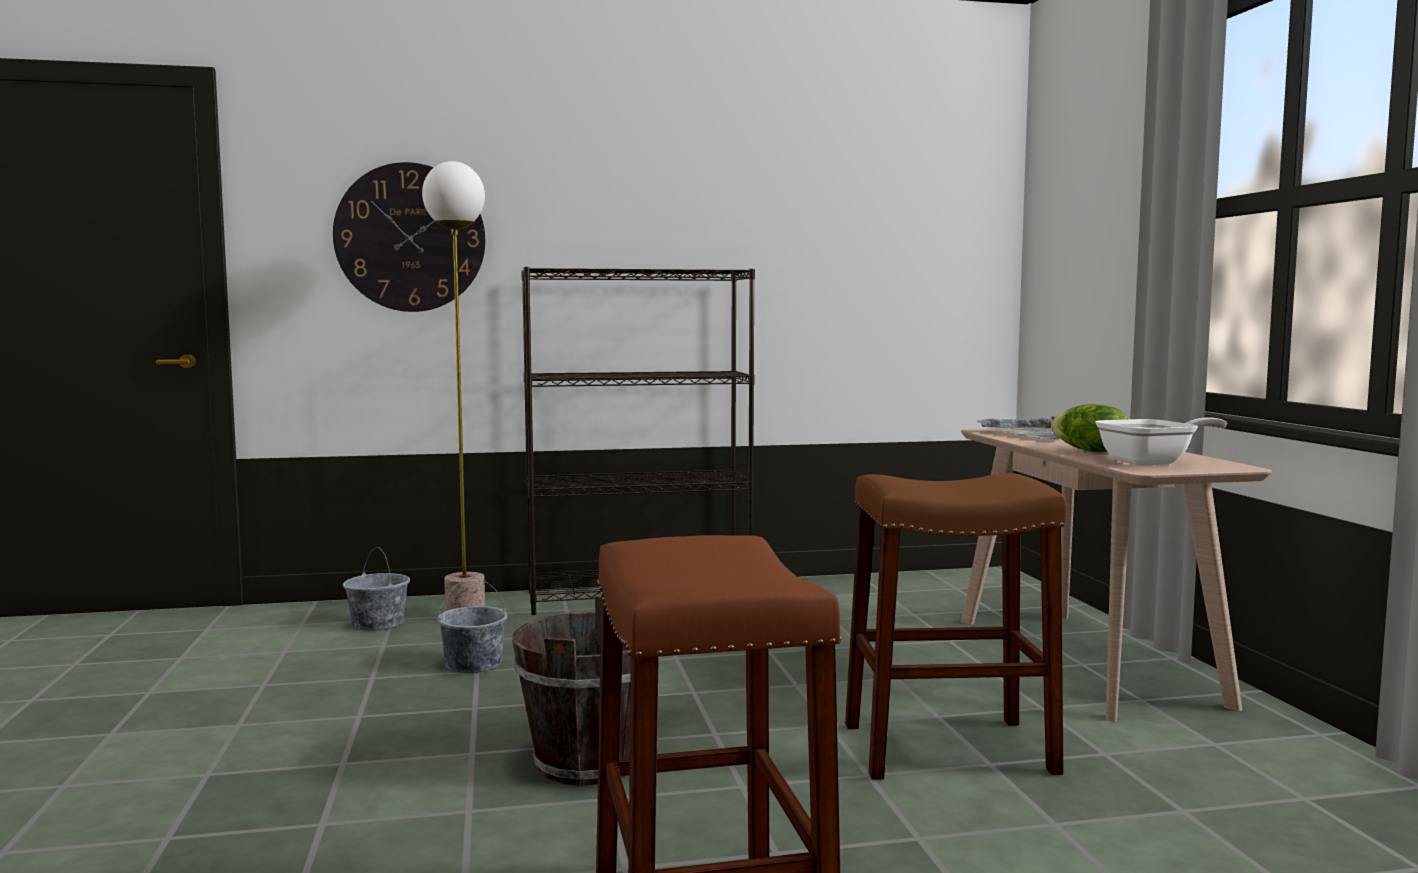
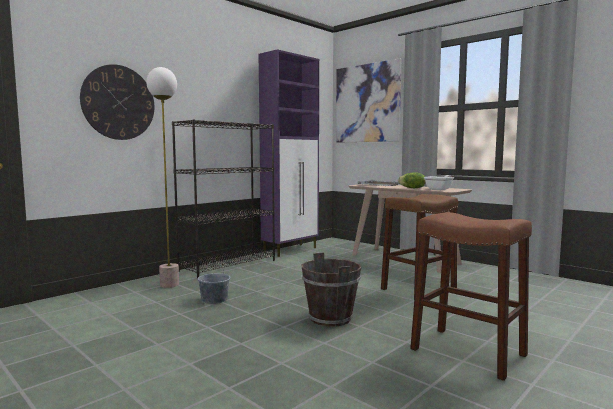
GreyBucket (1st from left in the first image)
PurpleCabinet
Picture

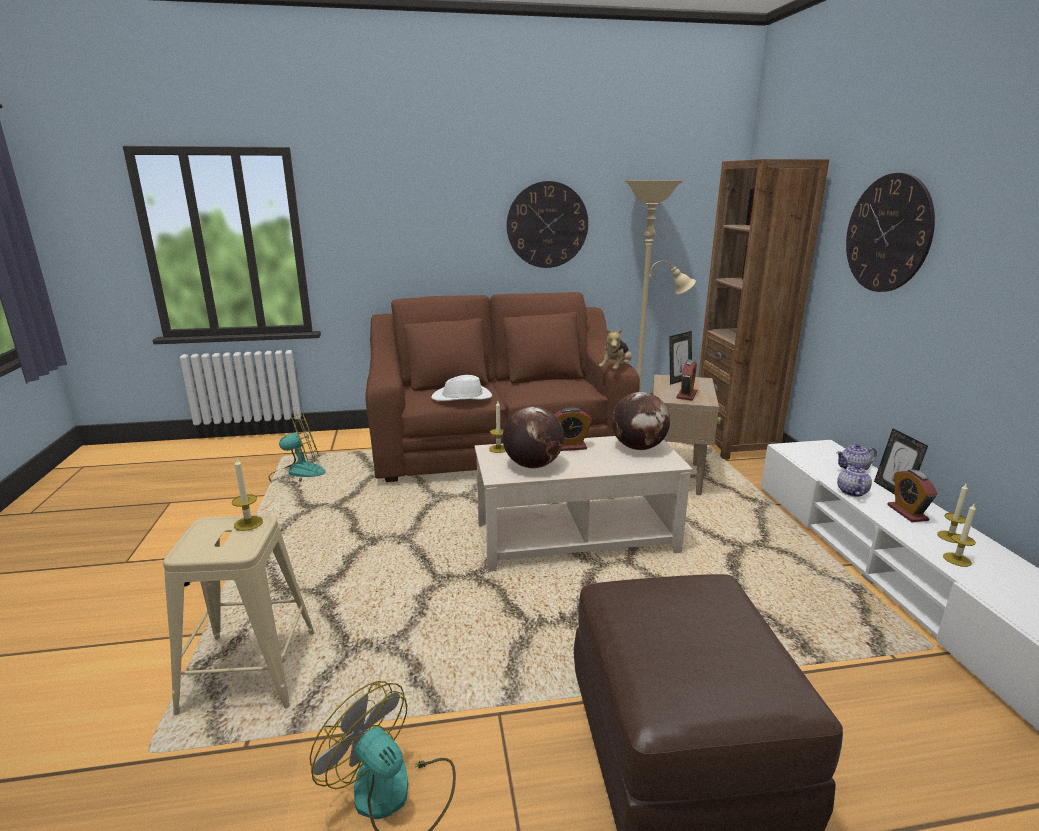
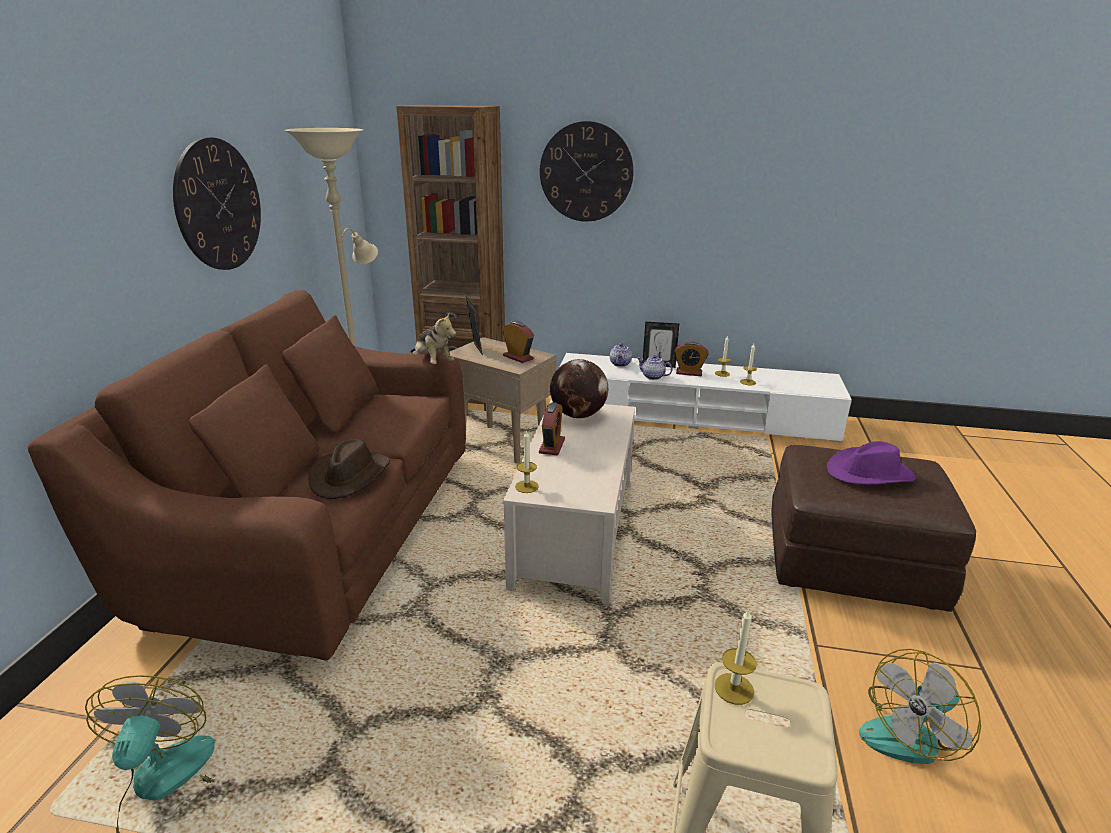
BrownHat
Globe (1st from left in the first image)
PurpleHat

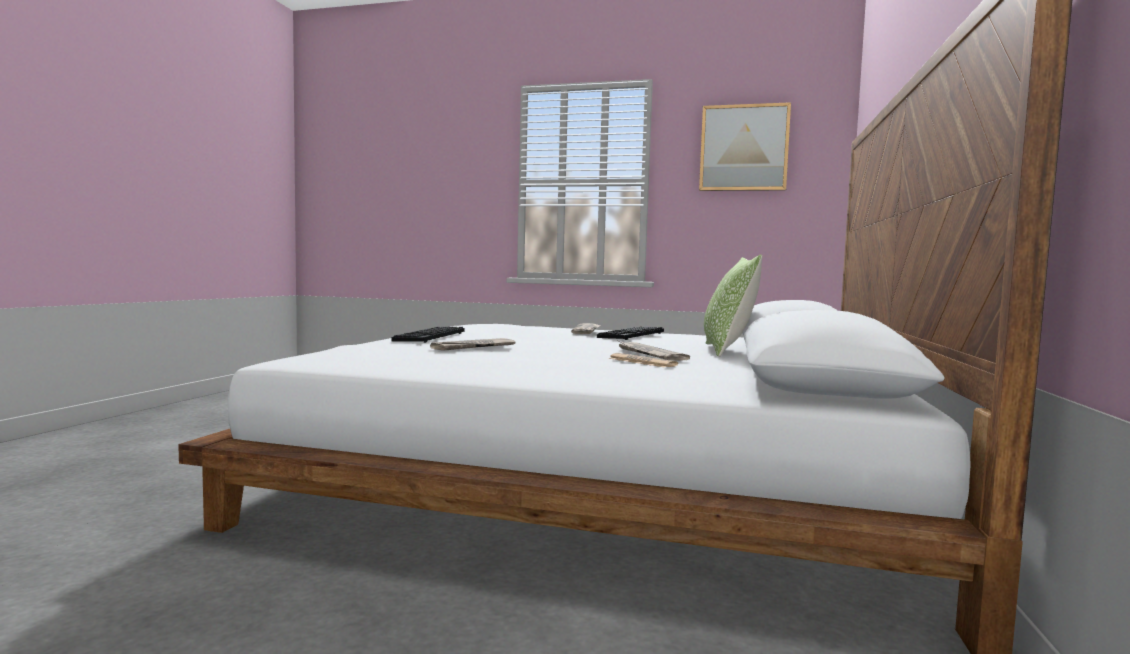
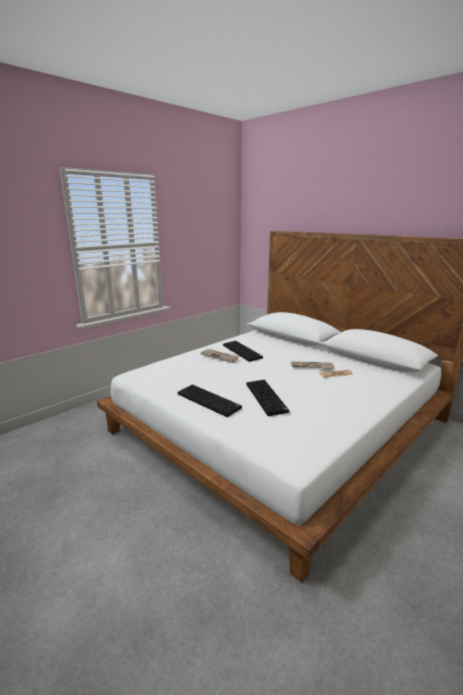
Keyboard (3rd from left)
Picture
Pillow

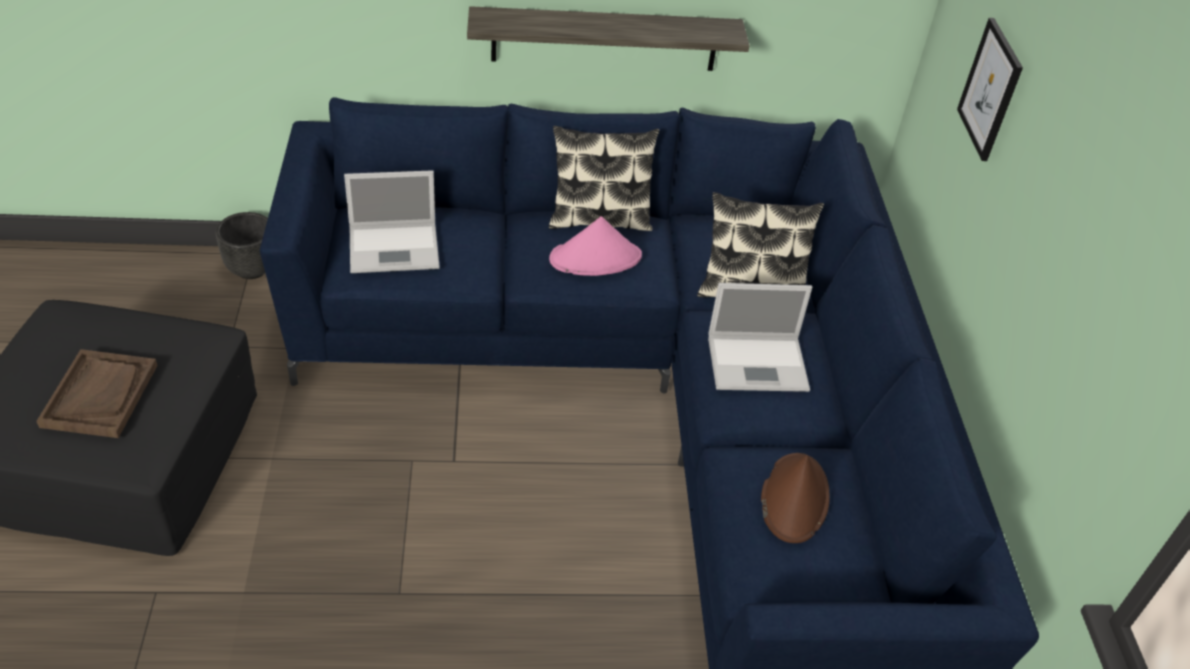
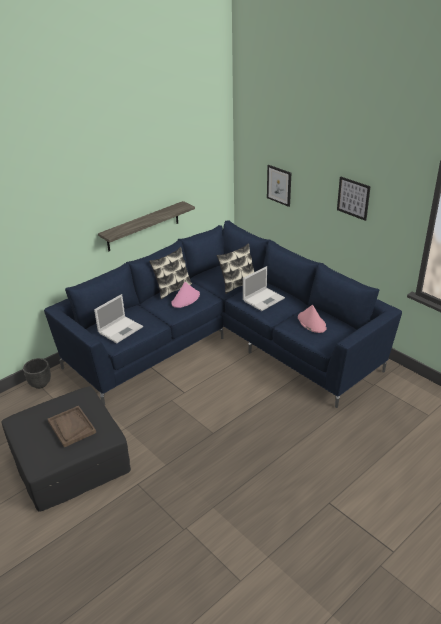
PinkHat (2nd from left)
Picture (2nd from left)

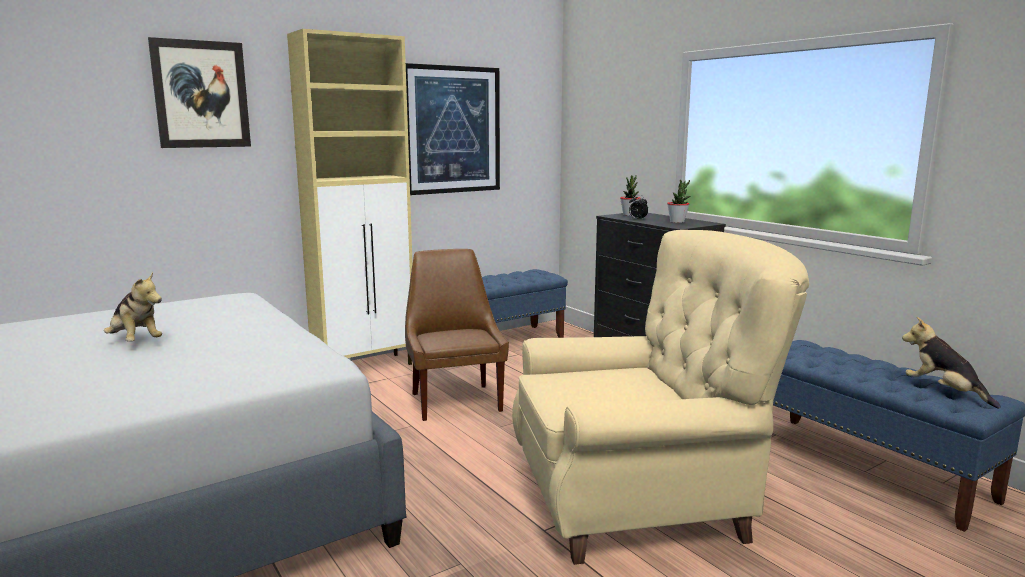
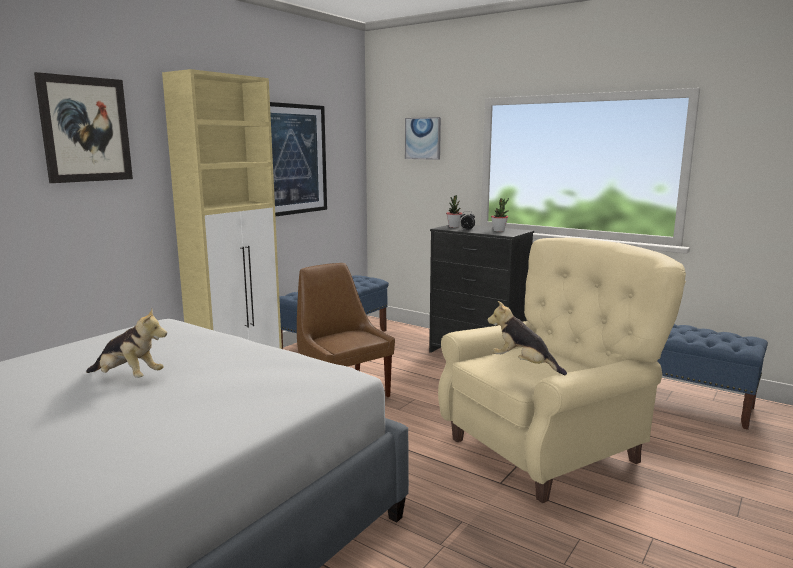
PlushToy (2nd from left)
Picture (3rd from left)

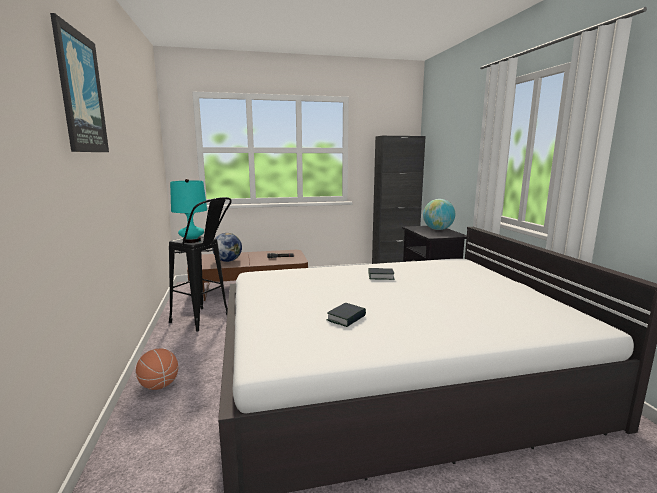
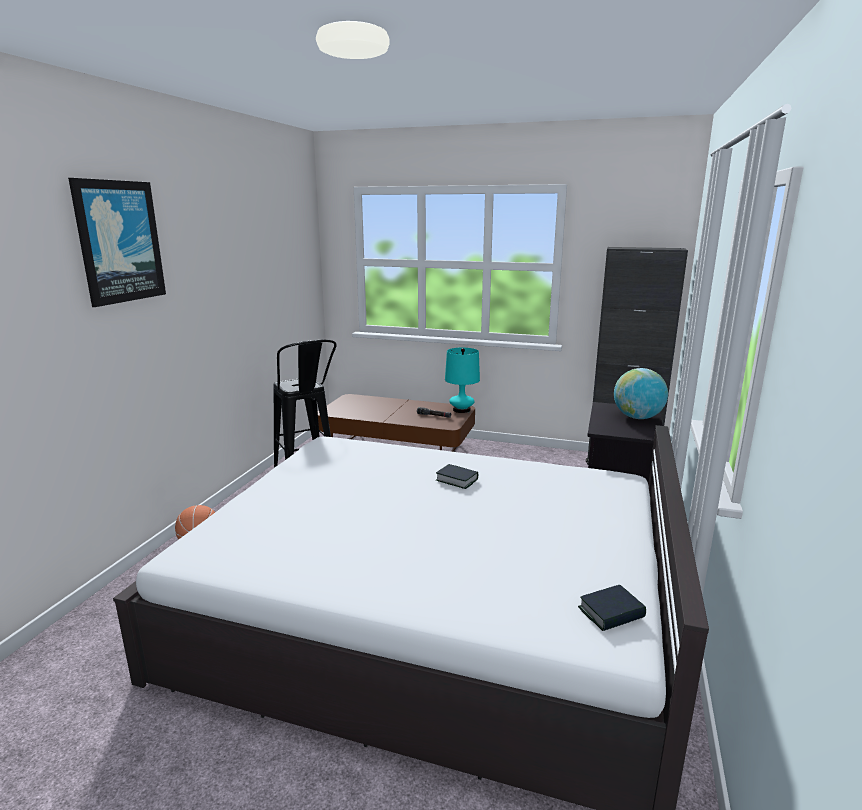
TurquoiseTableLamp
Globe (1st from left in the first image)
Book (2nd from left)

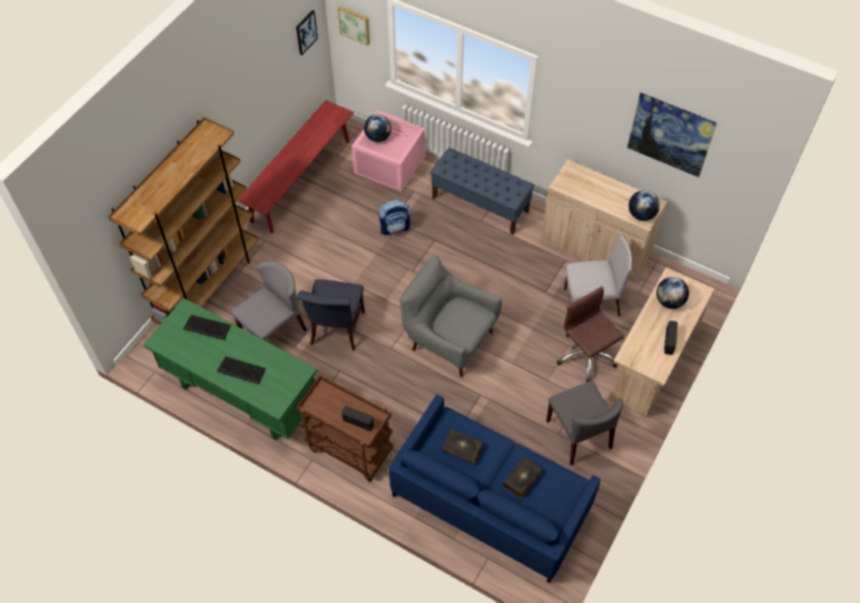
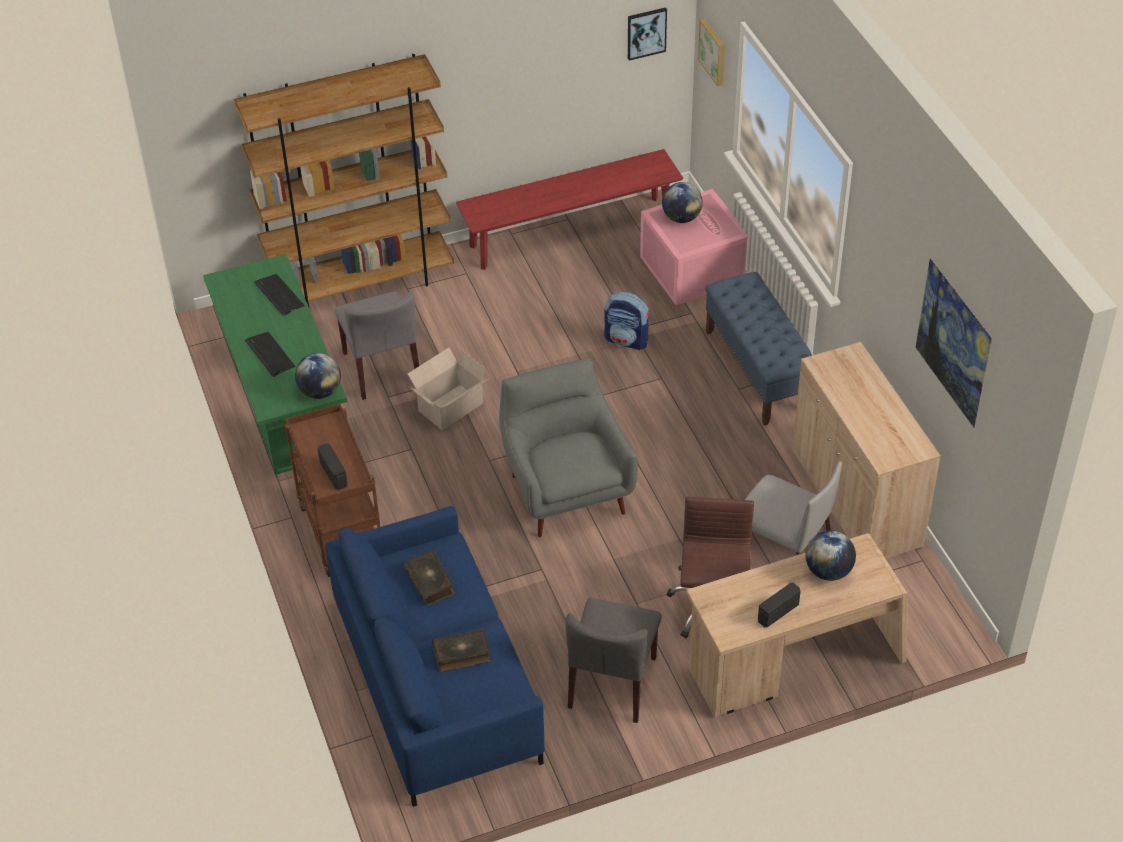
GreyChair (1st from left)
CardboardBox
Globe (1st from left)

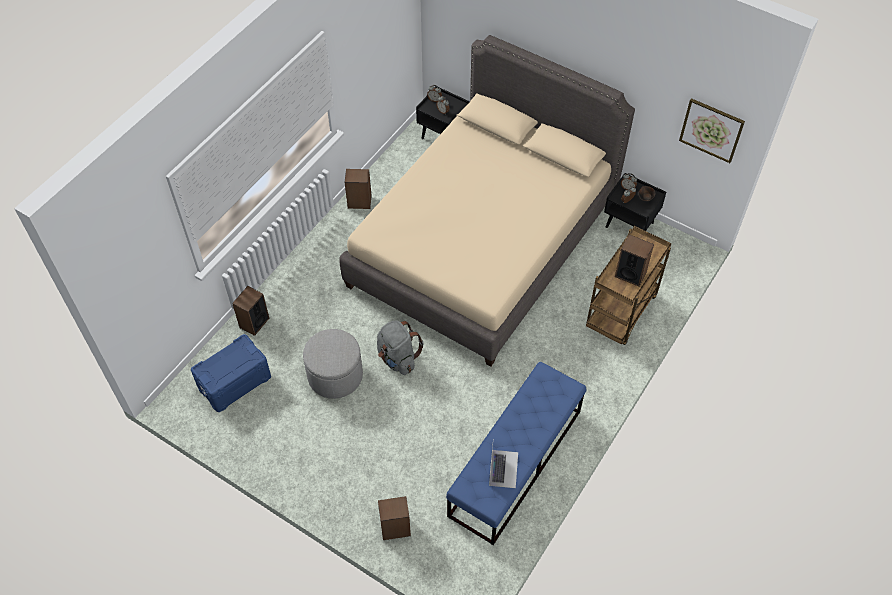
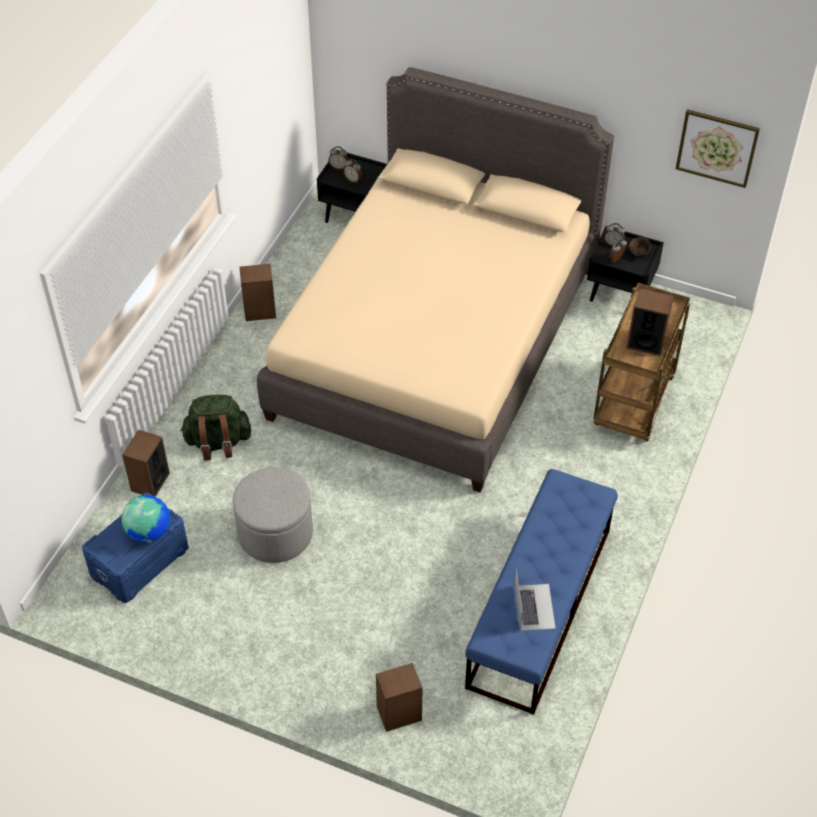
GreyBackpack
Globe
GreenBackpack

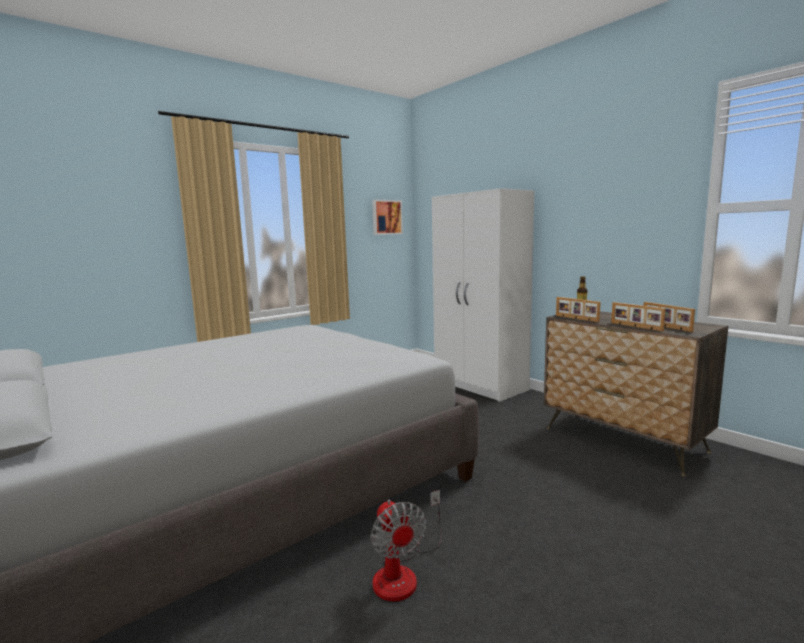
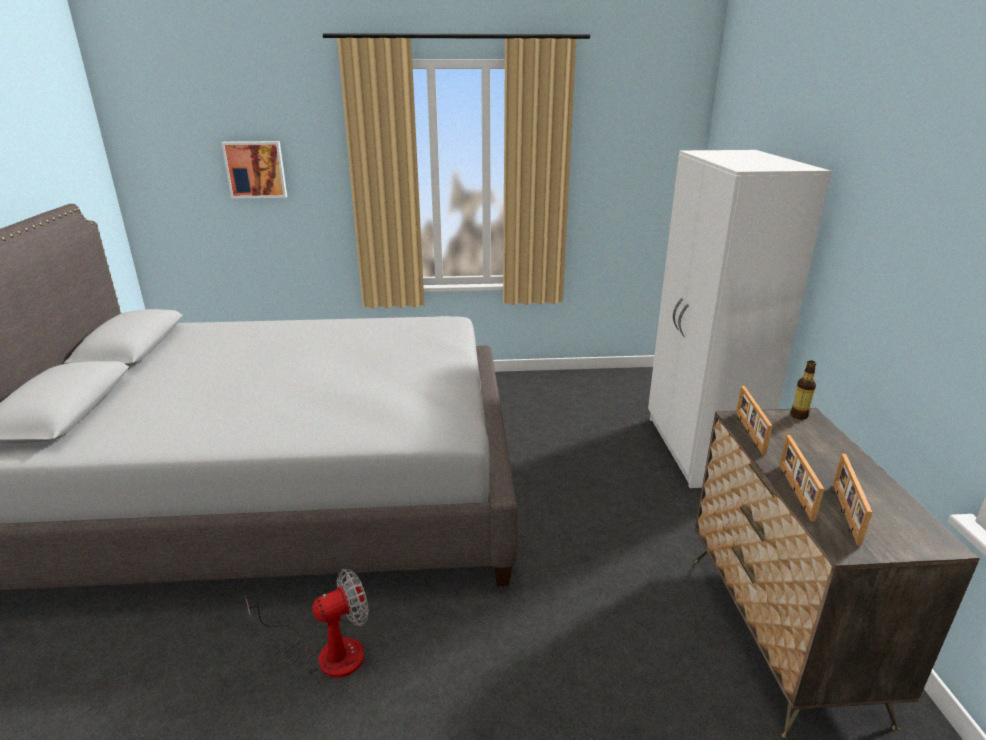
Fan
Picture

